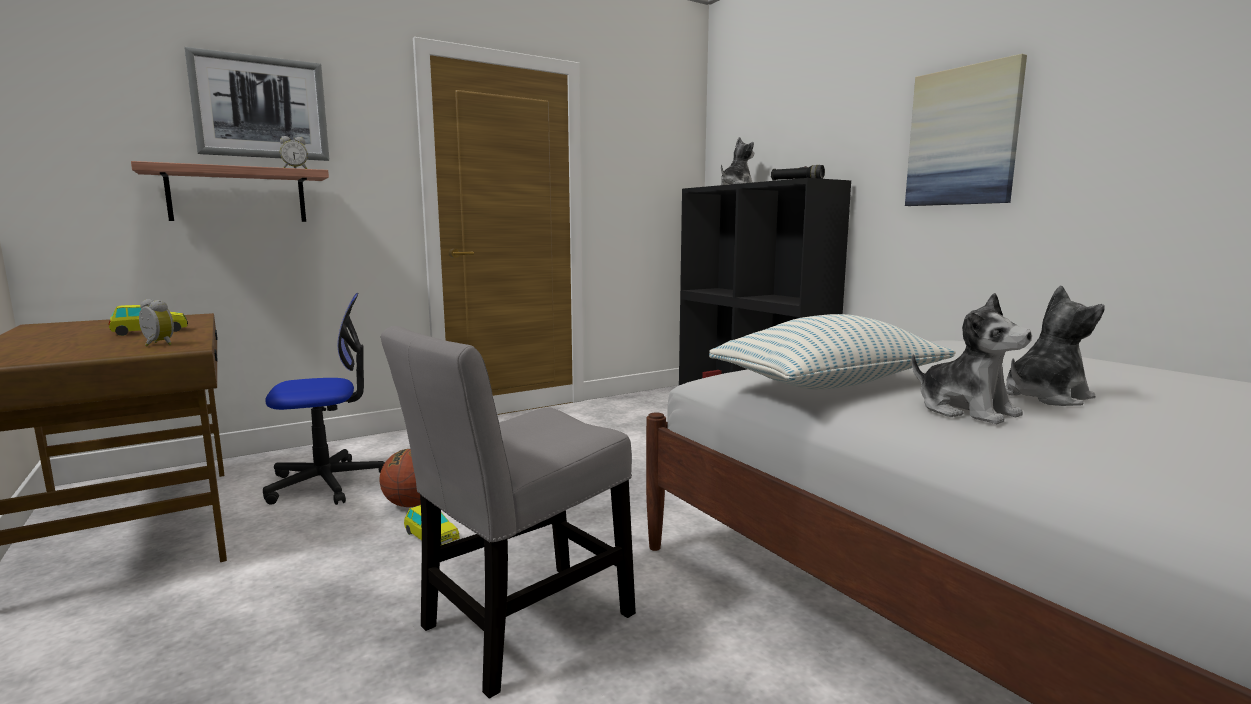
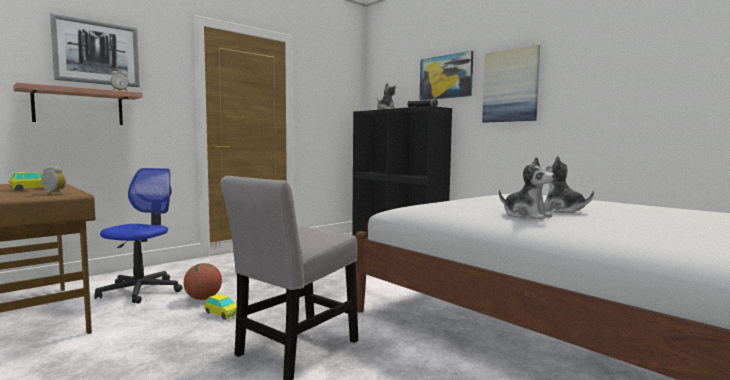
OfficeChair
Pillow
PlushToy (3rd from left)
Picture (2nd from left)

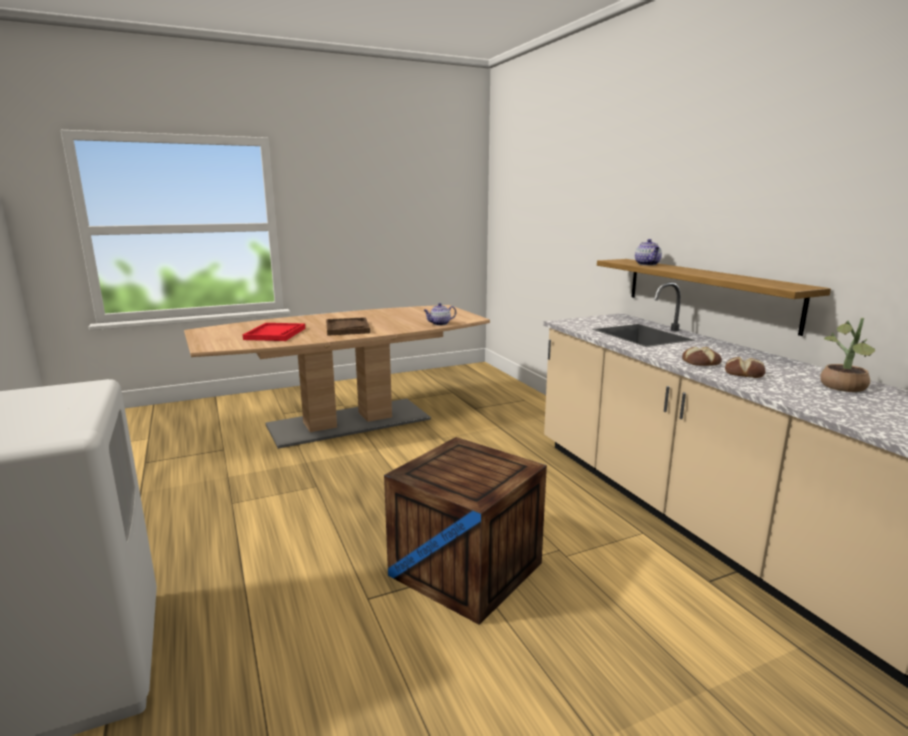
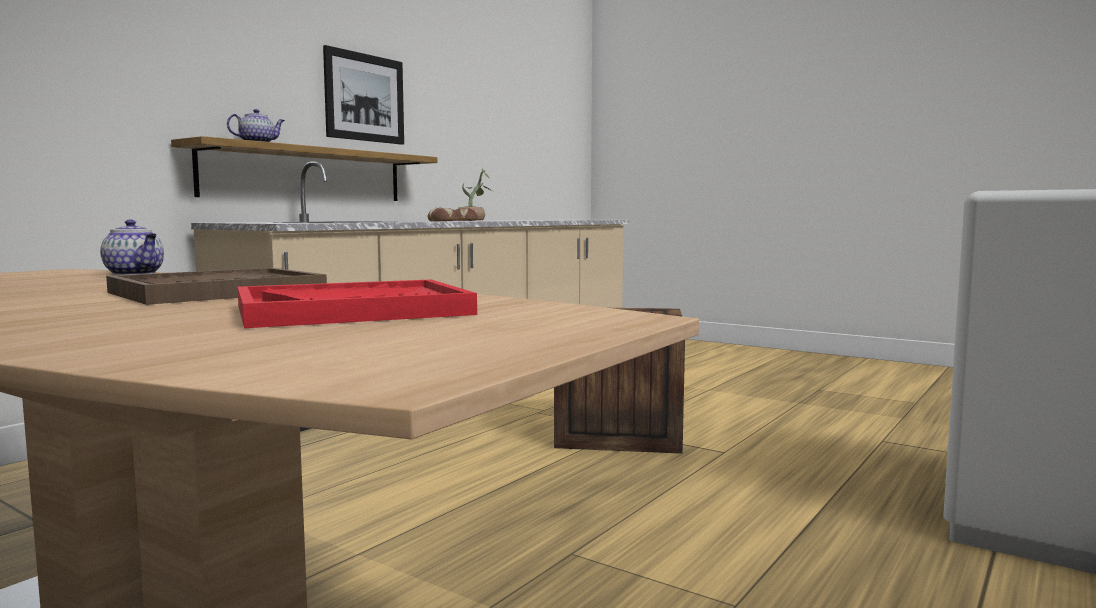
Picture

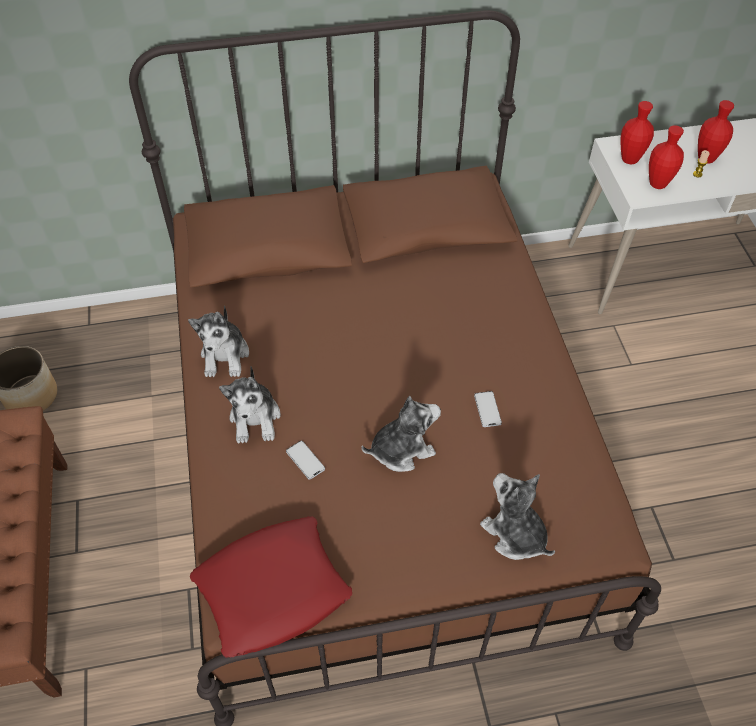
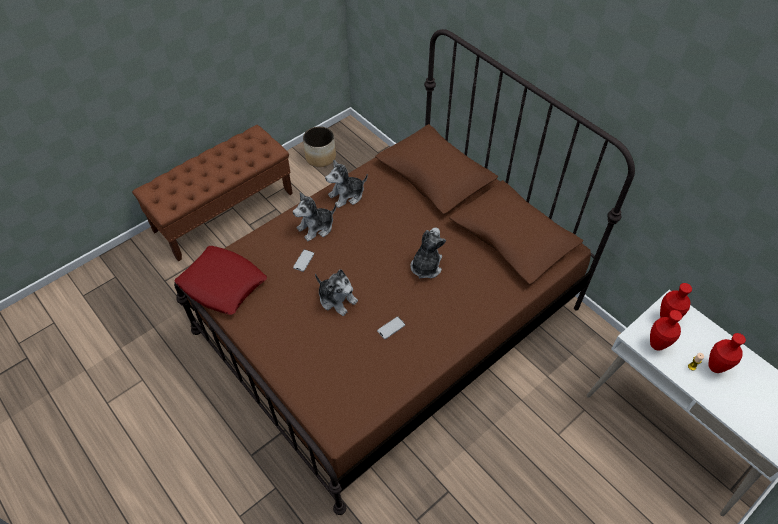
PlushToy (4th from left)

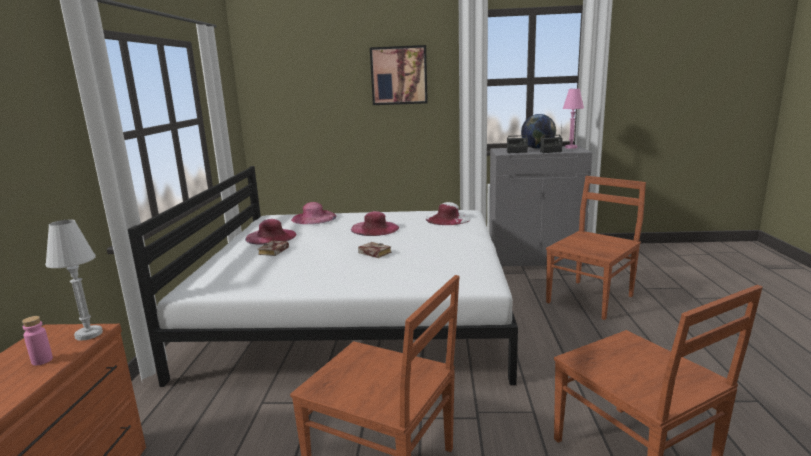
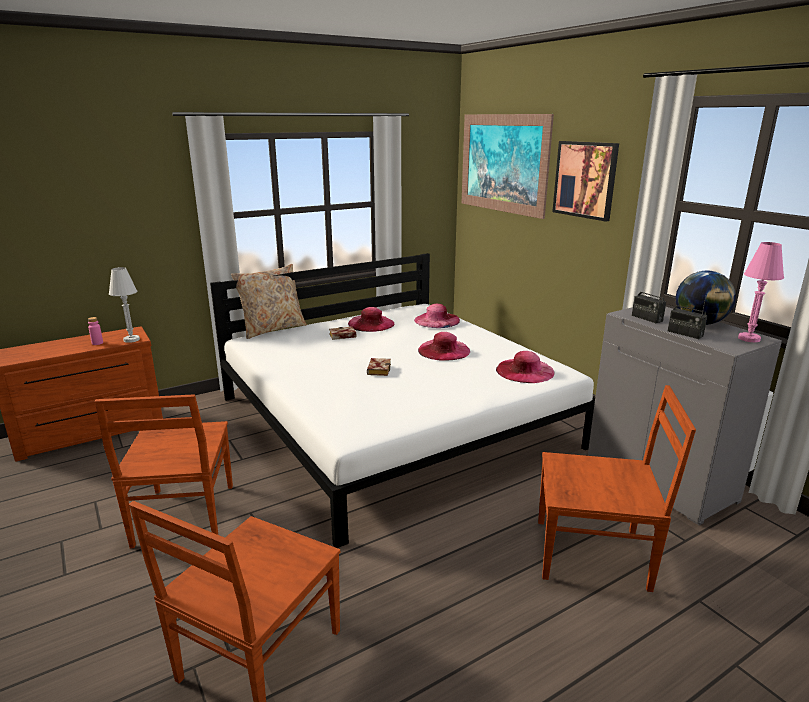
PinkHat (4th from left)
BeigePillow
Picture (1st from left)

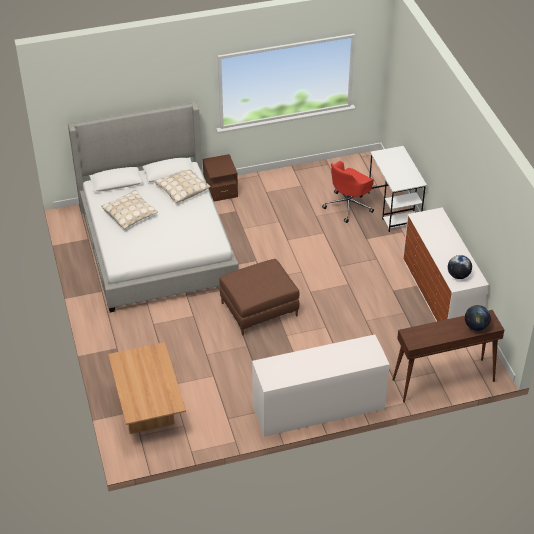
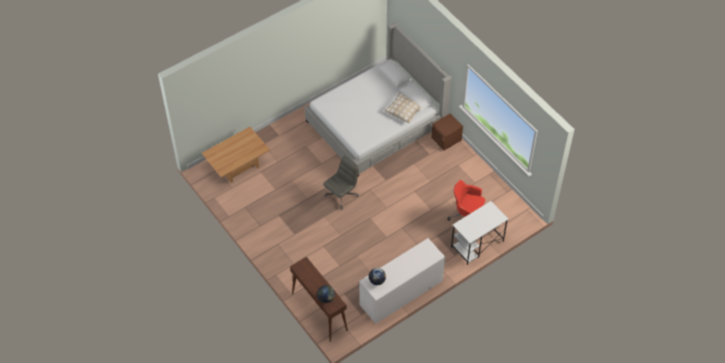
BeigePillow (1st from left in the first image)
GreyOfficeChair
Dresser (1st from left in the first image)

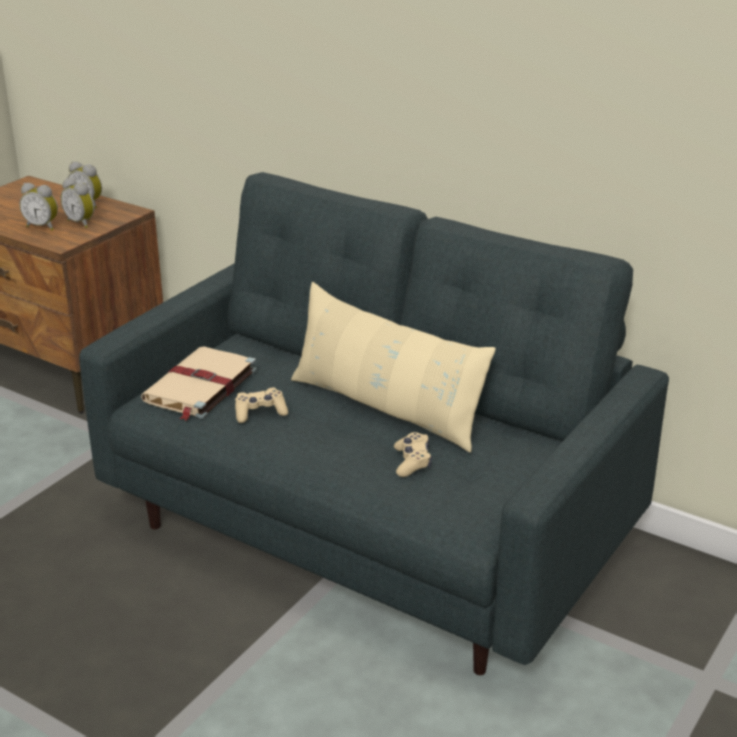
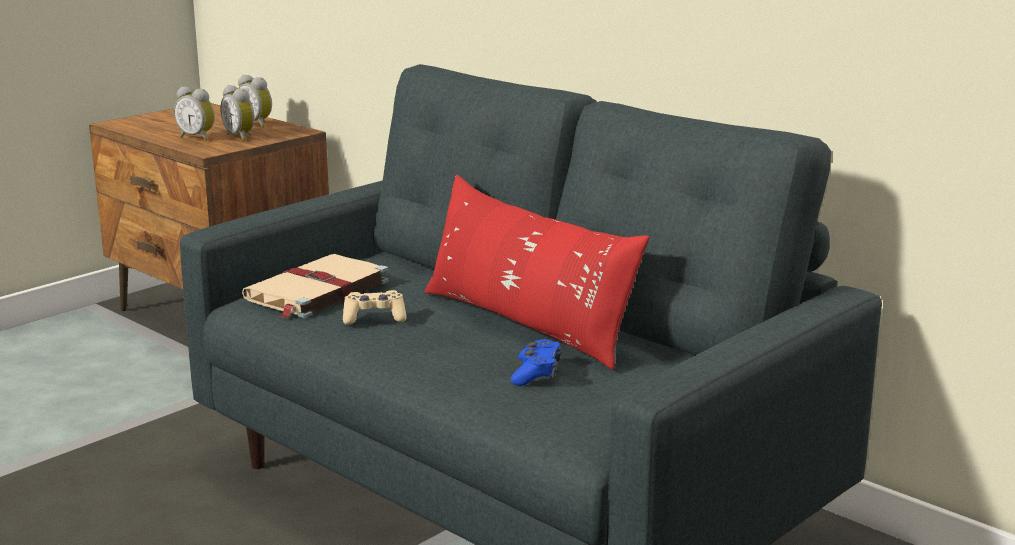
RedPillow
BlueGameController

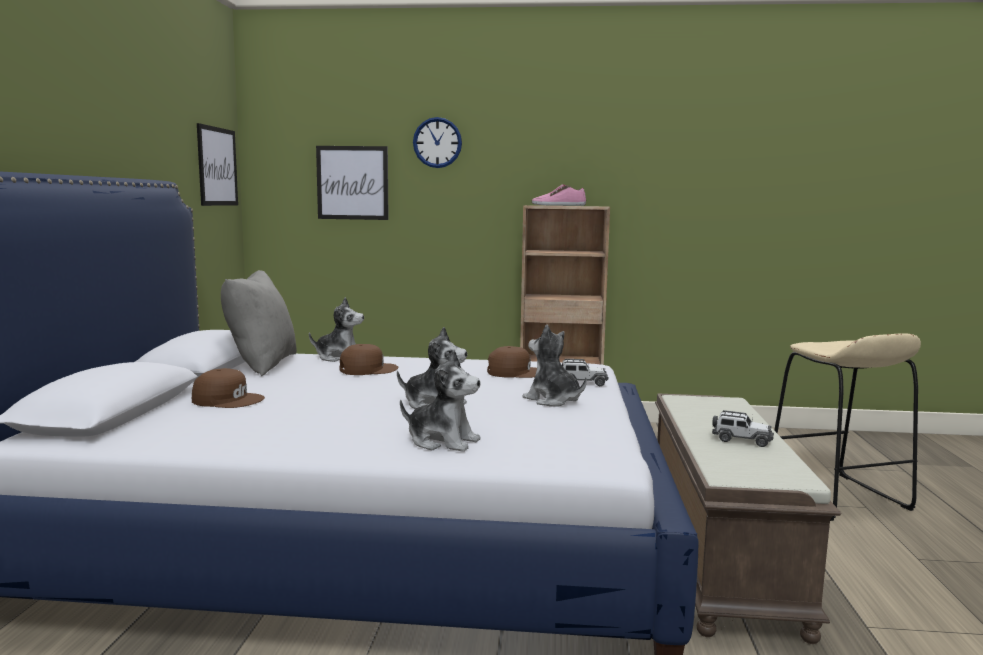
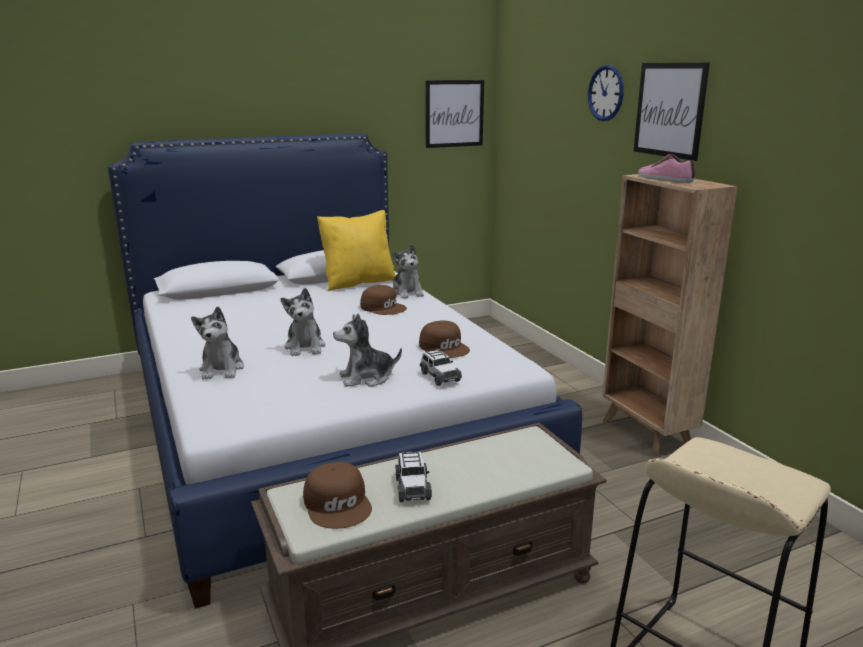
BrownCap (1st from left)
YellowPillow
Picture (2nd from left)
PlushToy (3rd from left)

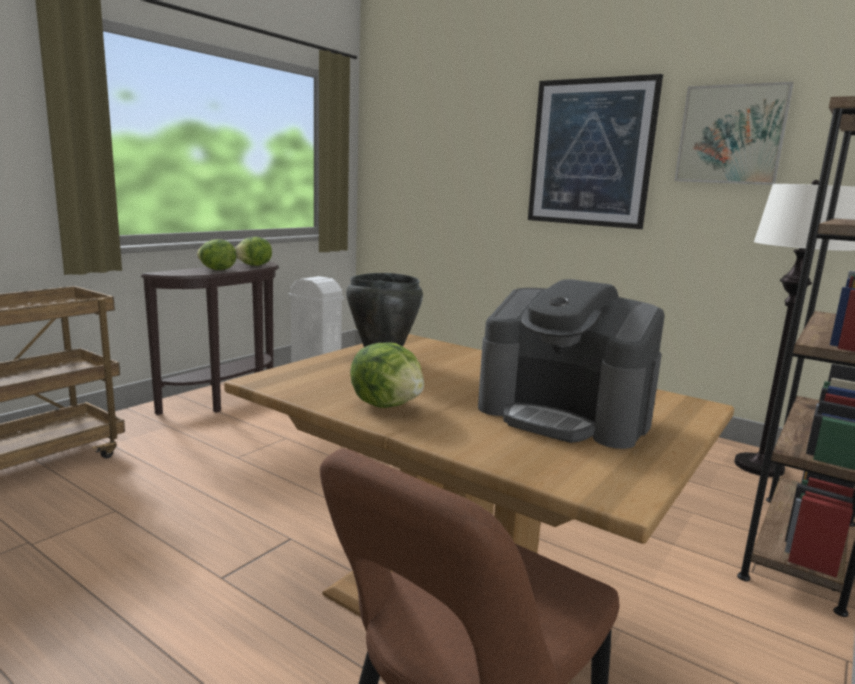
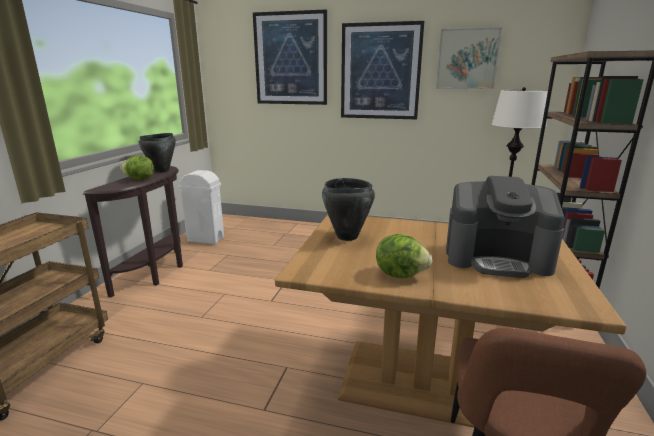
BlackCookingPot (1st from left)
Picture (1st from left)

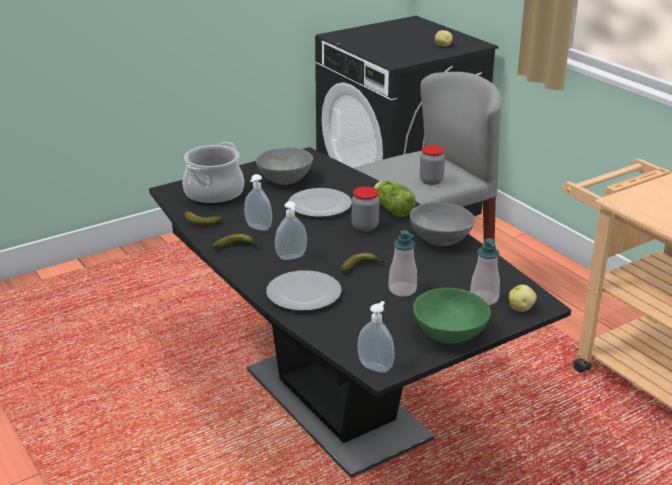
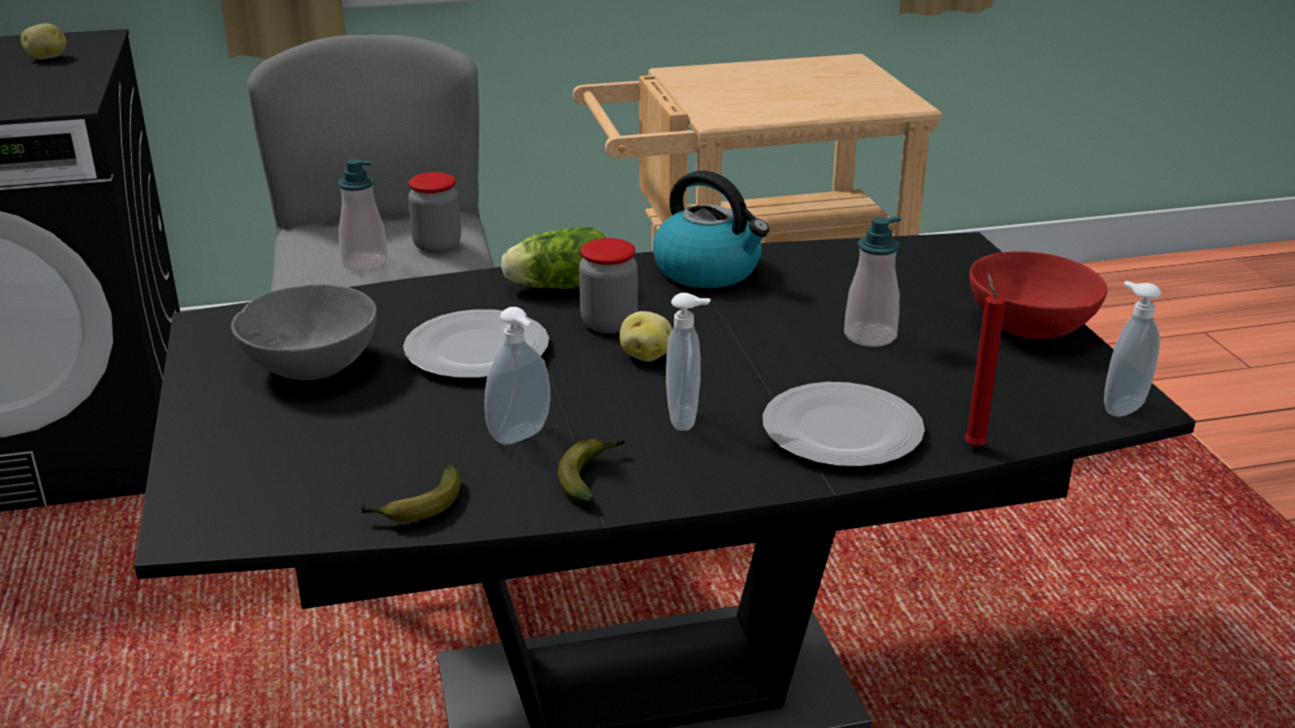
CookingPot
Banana (3rd from left in the first image)
Kettle
RedBowl
SoapDispenser (1st from left)
Potato (2nd from left)
RedCandle

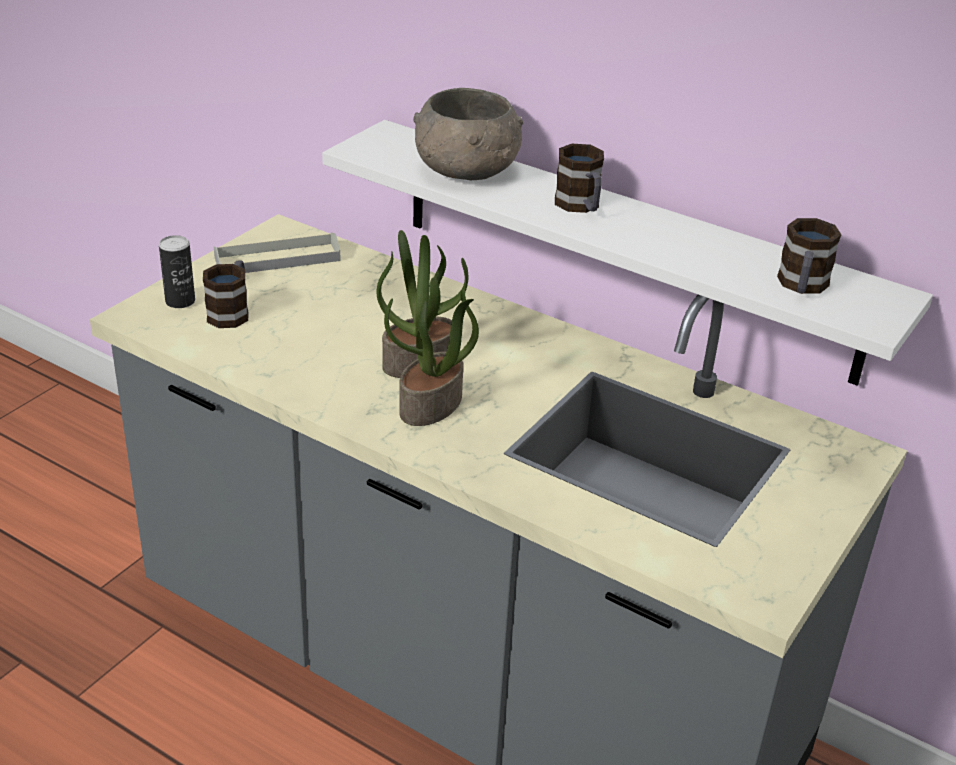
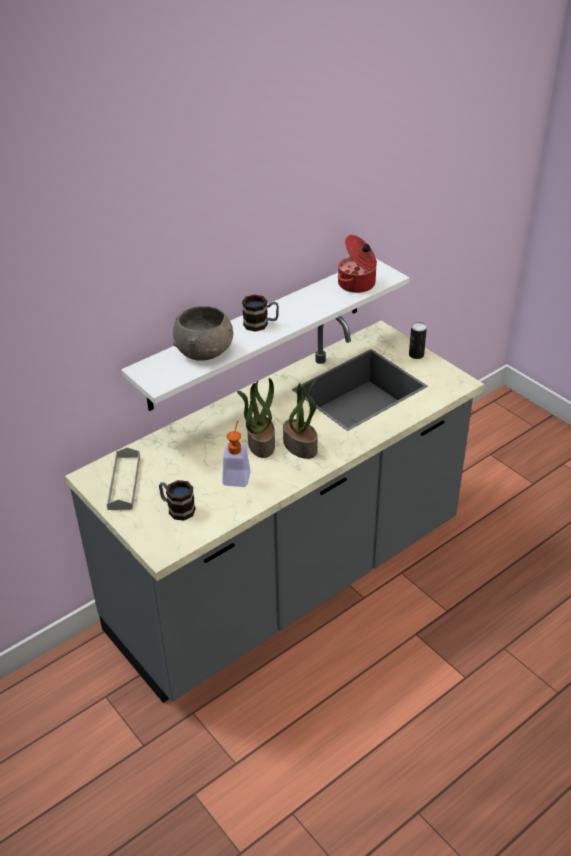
Can
CookingPot
SoapDispenser

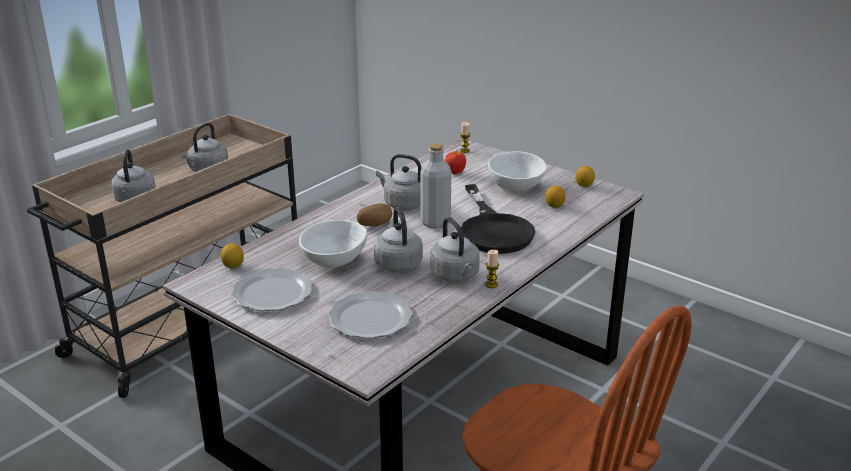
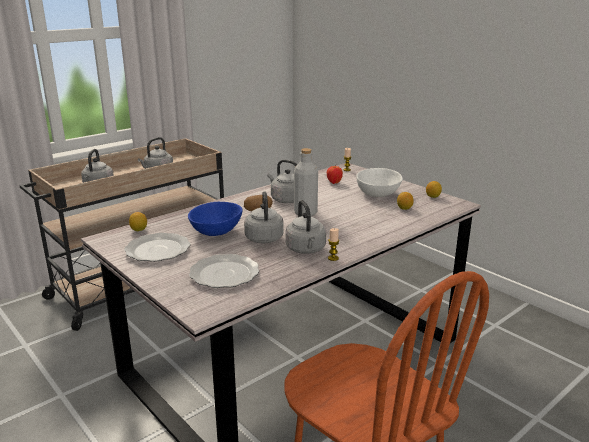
BlueBowl
BlackFryingPan

